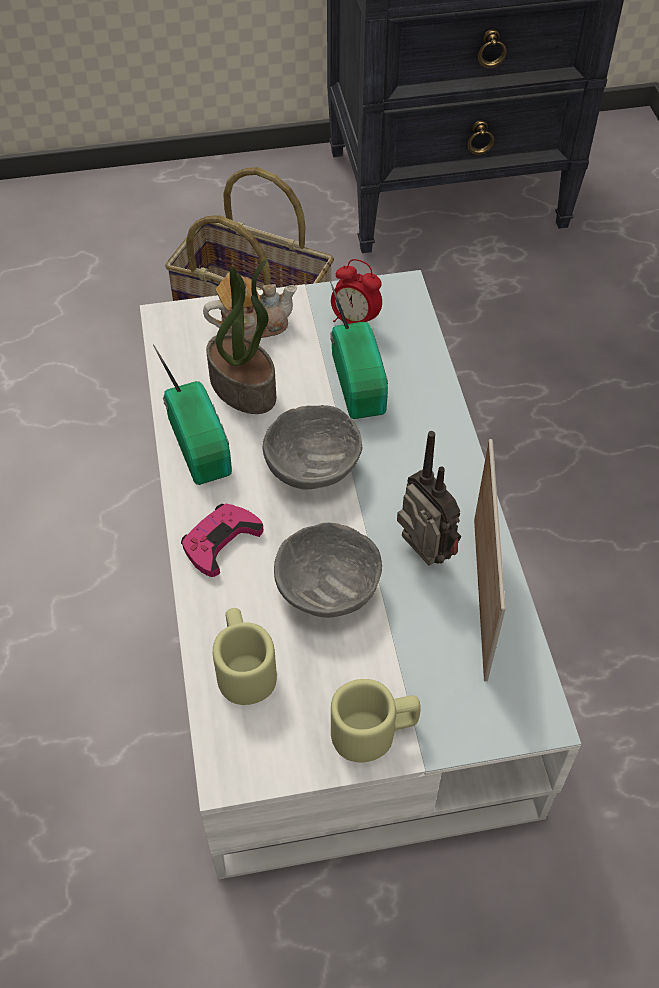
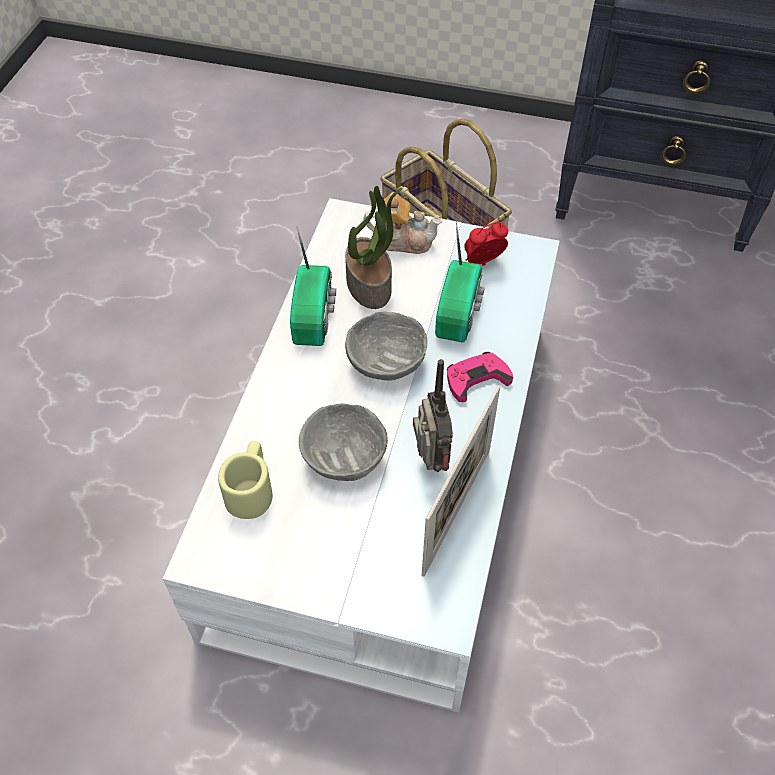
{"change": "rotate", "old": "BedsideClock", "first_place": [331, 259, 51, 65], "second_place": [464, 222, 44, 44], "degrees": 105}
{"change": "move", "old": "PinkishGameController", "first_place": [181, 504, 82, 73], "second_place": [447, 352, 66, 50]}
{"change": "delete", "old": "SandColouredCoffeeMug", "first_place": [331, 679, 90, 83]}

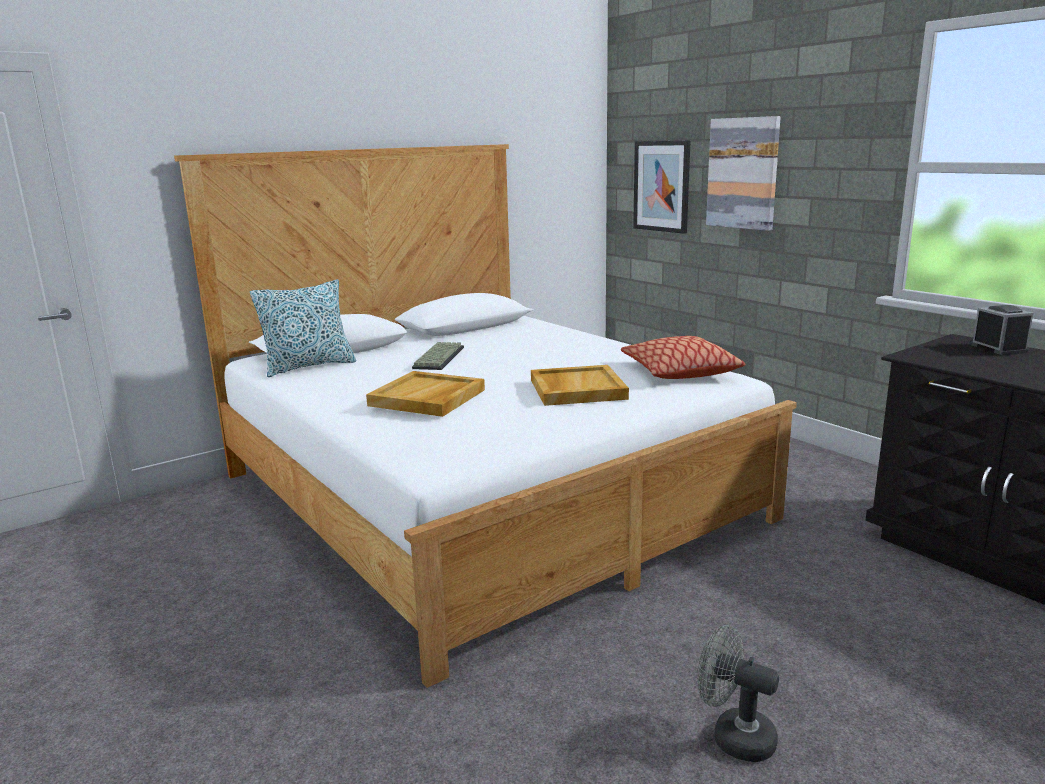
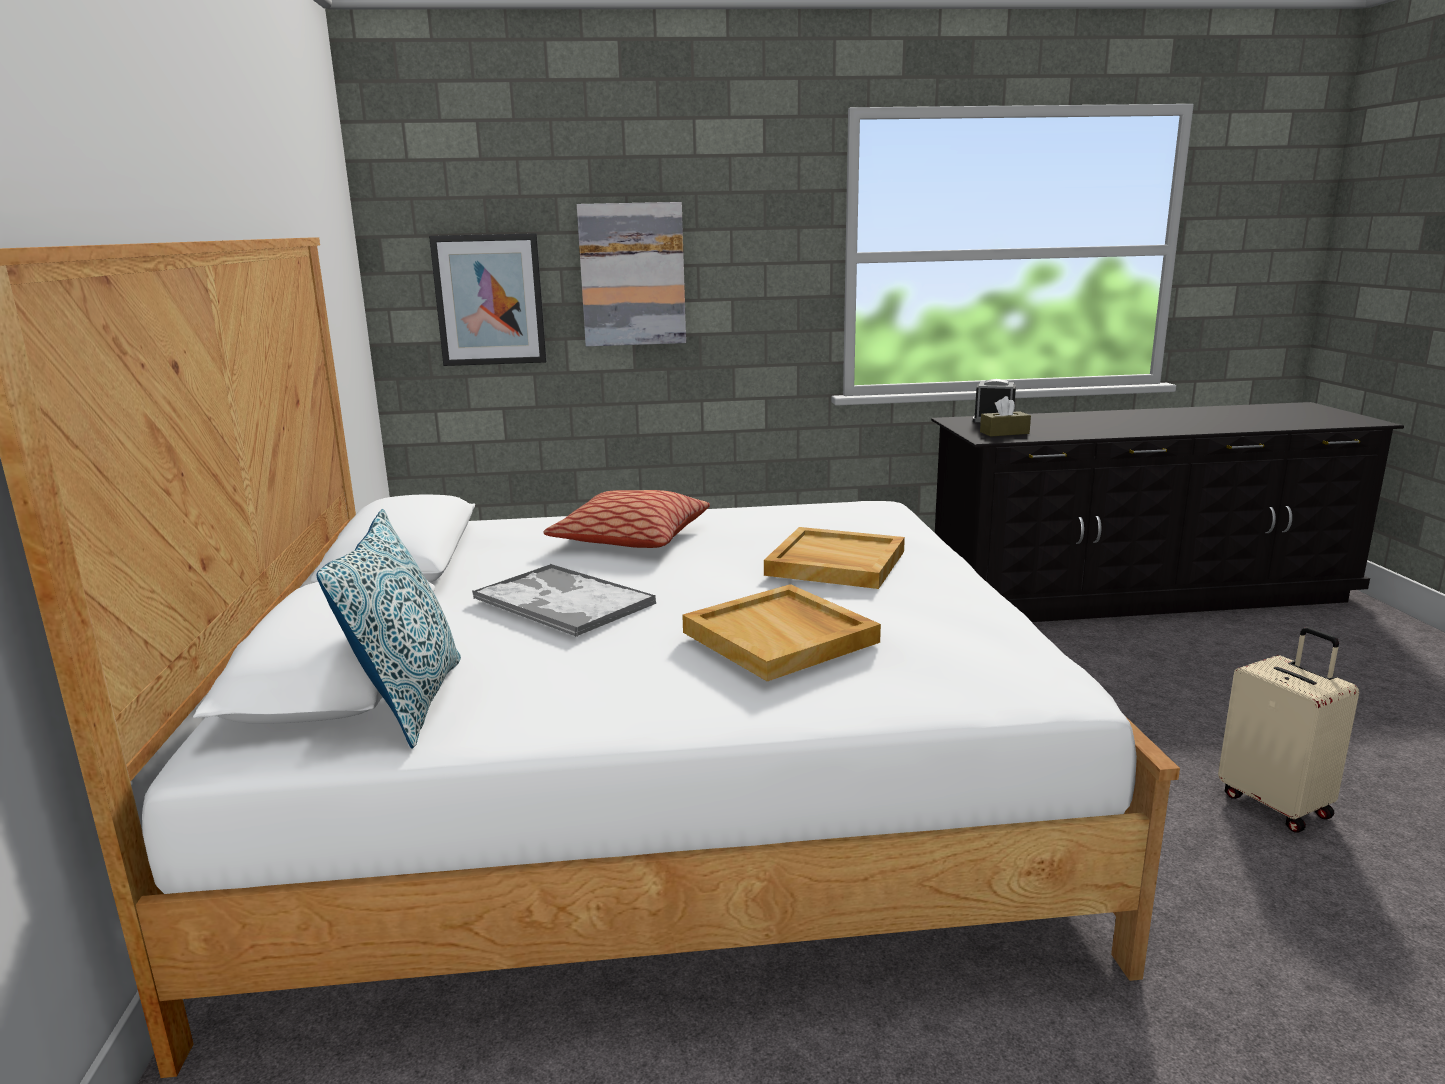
{"change": "move", "old": "Pillow", "first_place": [621, 336, 124, 43], "second_place": [544, 490, 166, 58]}
{"change": "replace", "old": "ComputerKeyboard", "new": "ServingTray", "first_place": [412, 342, 52, 28], "second_place": [472, 564, 184, 73]}
{"change": "replace", "old": "GrayCoolingFan", "new": "SandColouredPieceOfLuggage", "first_place": [697, 625, 82, 137], "second_place": [1218, 627, 141, 206]}
{"change": "insert", "new": "BrownTissueHolder", "second_place": [980, 396, 51, 41]}

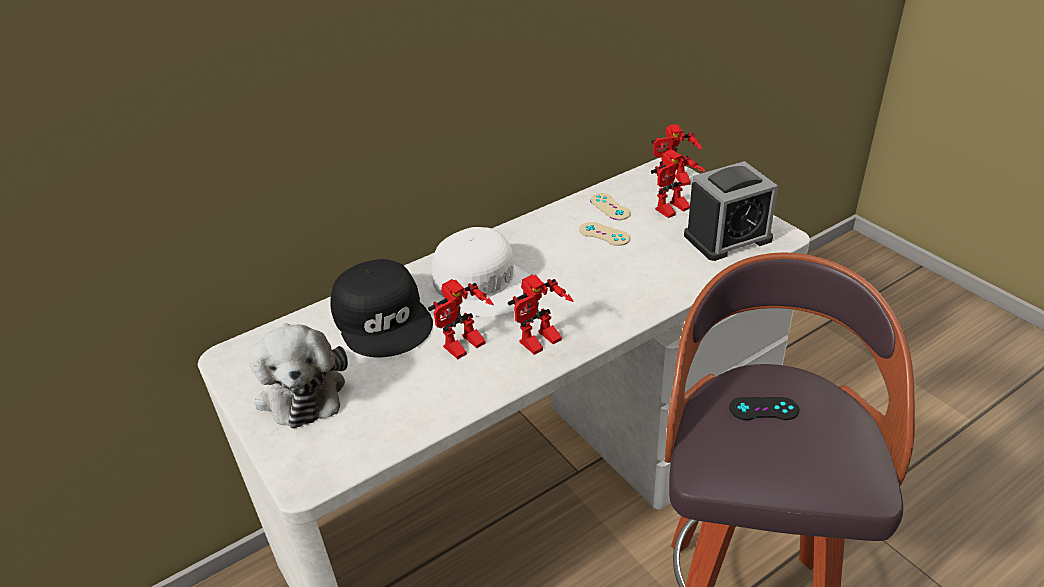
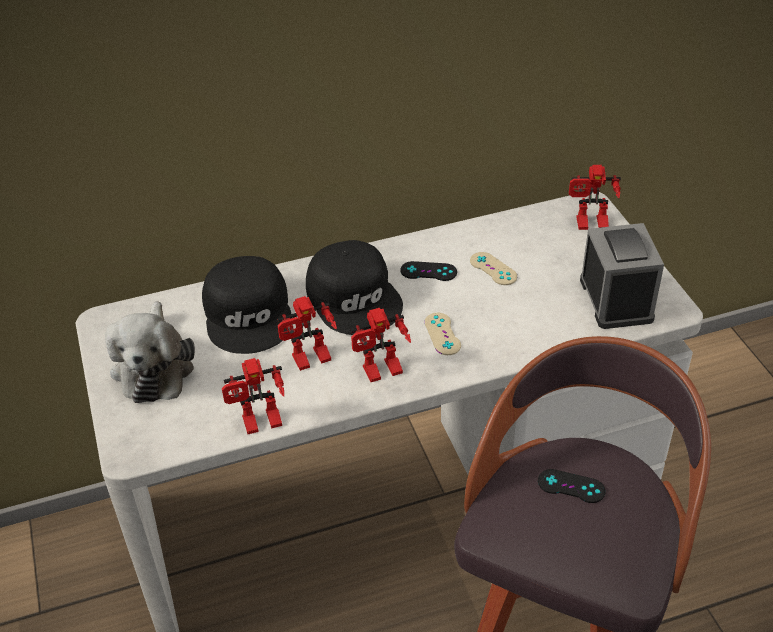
{"change": "move", "old": "ModelRobot", "first_place": [651, 150, 54, 68], "second_place": [222, 358, 62, 76]}
{"change": "rotate", "old": "BedsideClock", "first_place": [684, 161, 94, 100], "second_place": [580, 223, 84, 106], "degrees": -90}
{"change": "move", "old": "SandColouredGameController", "first_place": [590, 193, 41, 27], "second_place": [425, 313, 36, 42]}
{"change": "recolor", "old": "WhiteCap", "new": "BlackCap", "first_place": [432, 227, 98, 90], "second_place": [306, 240, 97, 95]}
{"change": "insert", "new": "BlackGameController", "second_place": [400, 261, 57, 20]}

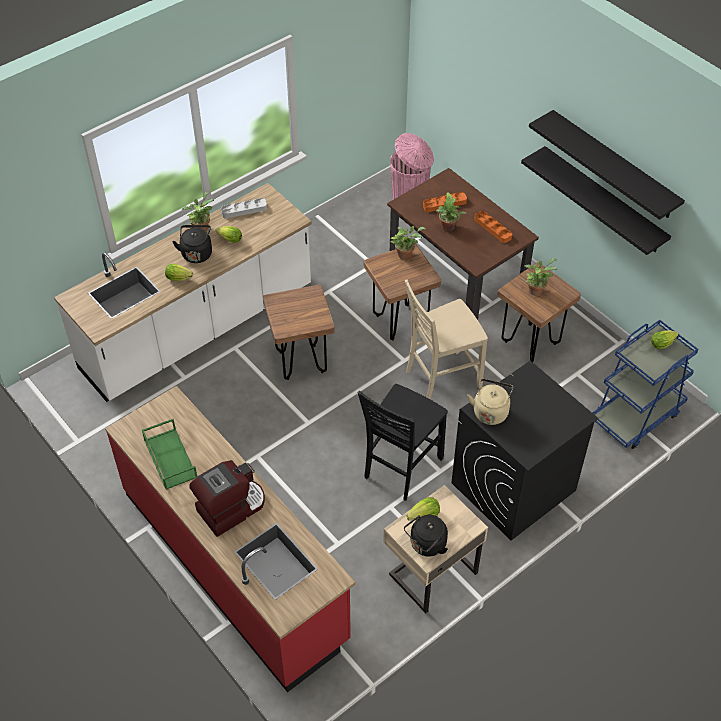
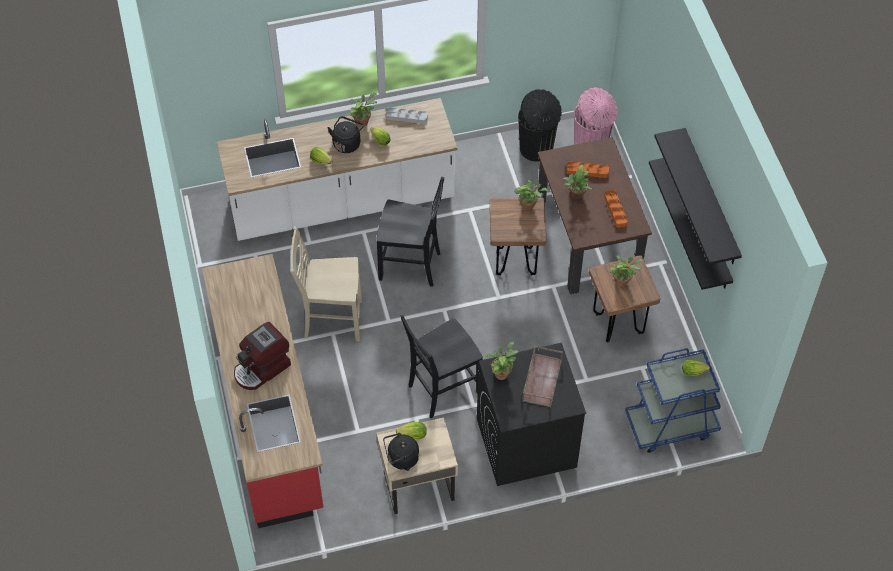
{"change": "move", "old": "SandColouredUprightChair", "first_place": [405, 279, 83, 120], "second_place": [291, 227, 71, 115]}
{"change": "replace", "old": "BrownStoolSeat", "new": "BlackUprightChair", "first_place": [263, 285, 72, 95], "second_place": [377, 177, 67, 110]}
{"change": "replace", "old": "SandColouredWaterKettle", "new": "PlantInAPot", "first_place": [467, 379, 47, 46], "second_place": [485, 341, 34, 39]}
{"change": "delete", "old": "GreenishServingTray", "first_place": [142, 419, 55, 71]}
{"change": "rotate", "old": "CoffeeMachine", "first_place": [189, 460, 76, 77], "second_place": [234, 322, 57, 68], "degrees": 150}
{"change": "insert", "new": "BlackRubbishBin", "second_place": [518, 89, 44, 73]}
{"change": "insert", "new": "BrownServingTray", "second_place": [522, 346, 41, 61]}

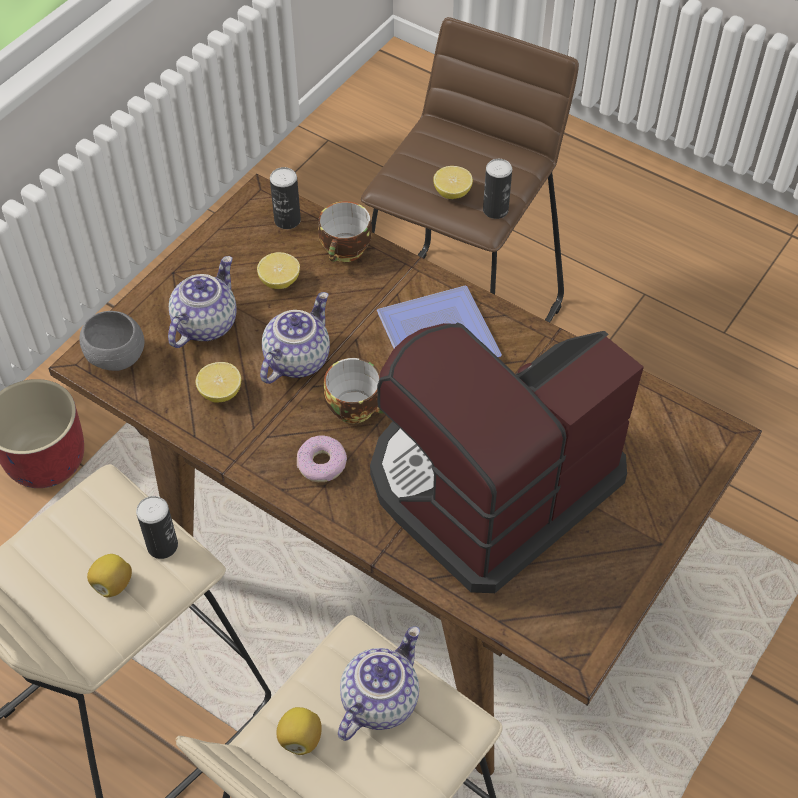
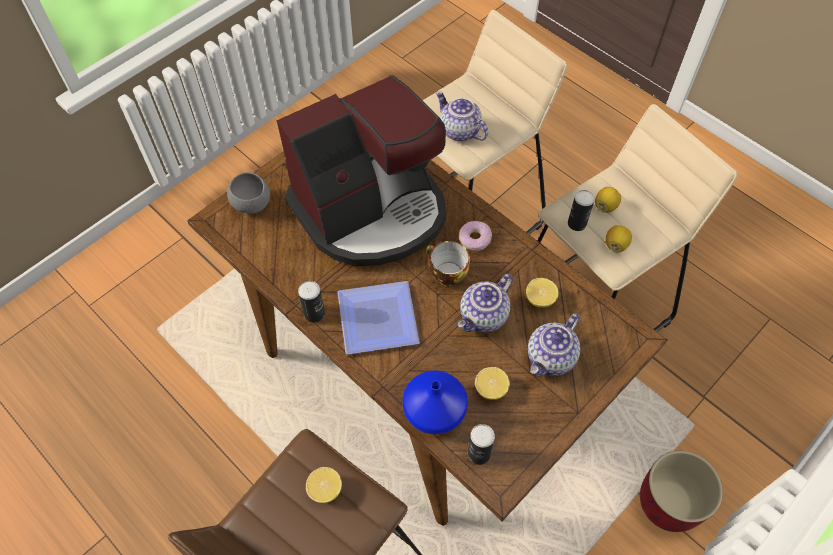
{"change": "move", "old": "SealedCan", "first_place": [483, 159, 29, 60], "second_place": [298, 281, 27, 42]}
{"change": "replace", "old": "SmallCup", "new": "BlueColouredDecorativeVase", "first_place": [318, 201, 54, 61], "second_place": [402, 370, 66, 65]}
{"change": "move", "old": "GrayBowl", "first_place": [79, 311, 65, 60], "second_place": [227, 172, 43, 42]}
{"change": "rotate", "old": "PotForTea", "first_place": [338, 626, 82, 115], "second_place": [436, 91, 52, 50], "degrees": 90}
{"change": "move", "old": "Lemon", "first_place": [276, 707, 46, 48], "second_place": [606, 225, 26, 27]}

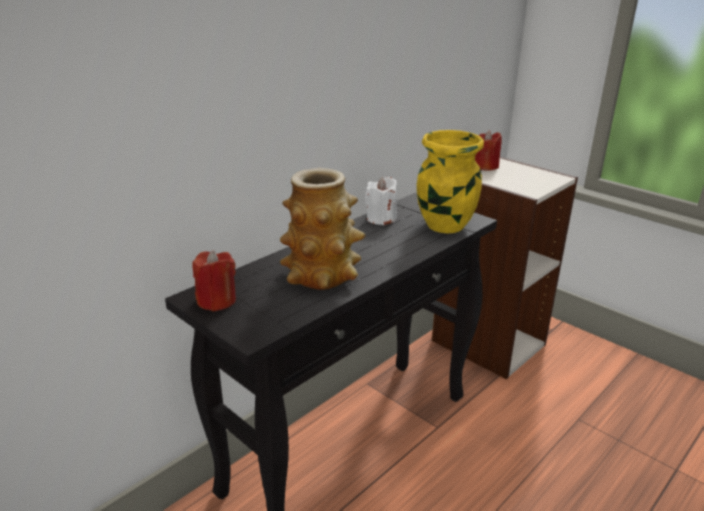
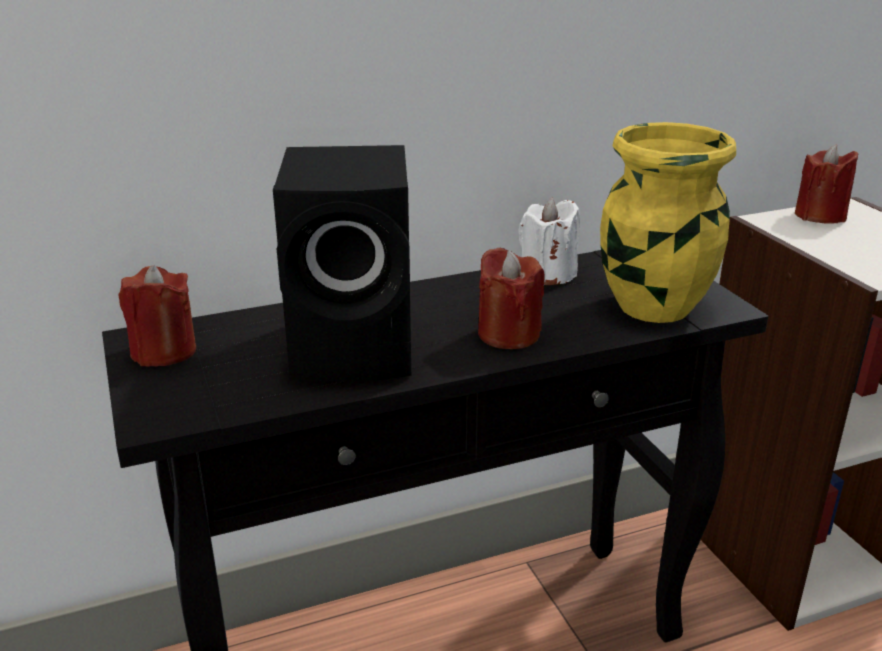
{"change": "replace", "old": "DecorativeVase", "new": "BlackAudioSpeaker", "first_place": [280, 168, 85, 122], "second_place": [273, 145, 138, 237]}
{"change": "insert", "new": "RedColouredWaxLight", "second_place": [478, 247, 66, 102]}

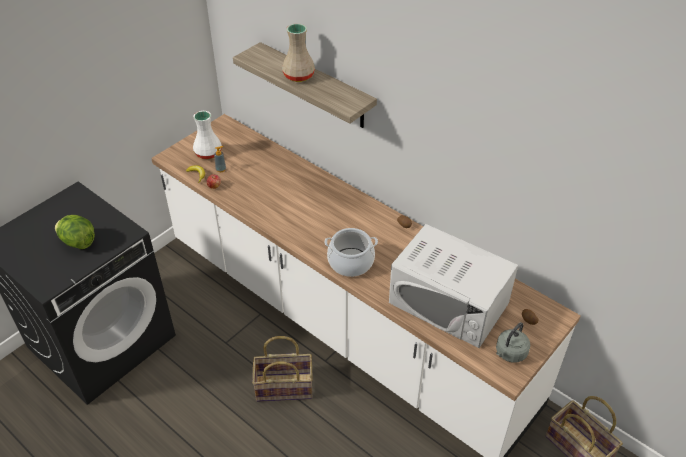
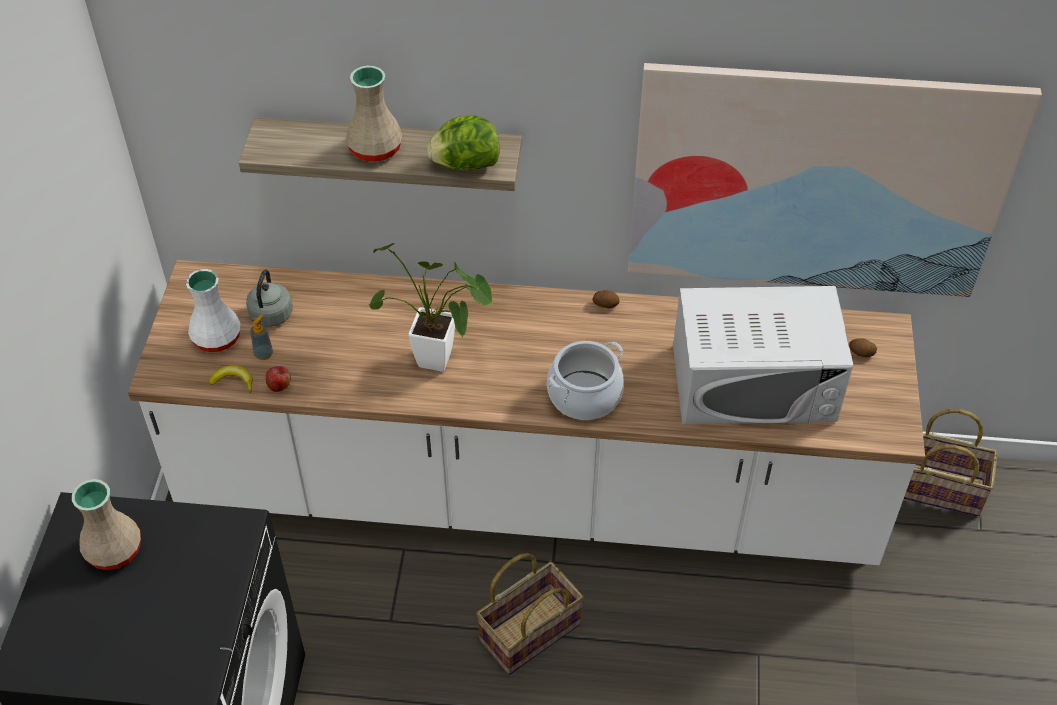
{"change": "move", "old": "HeadOfLettuce", "first_place": [55, 215, 40, 34], "second_place": [427, 115, 72, 55]}
{"change": "move", "old": "GrayWaterKettle", "first_place": [496, 322, 34, 41], "second_place": [246, 269, 47, 58]}
{"change": "insert", "new": "WallArt", "second_place": [628, 63, 414, 234]}
{"change": "insert", "new": "PlantInAPot", "second_place": [369, 243, 124, 129]}
{"change": "insert", "new": "SandColouredDecorativeVase", "second_place": [72, 479, 69, 91]}

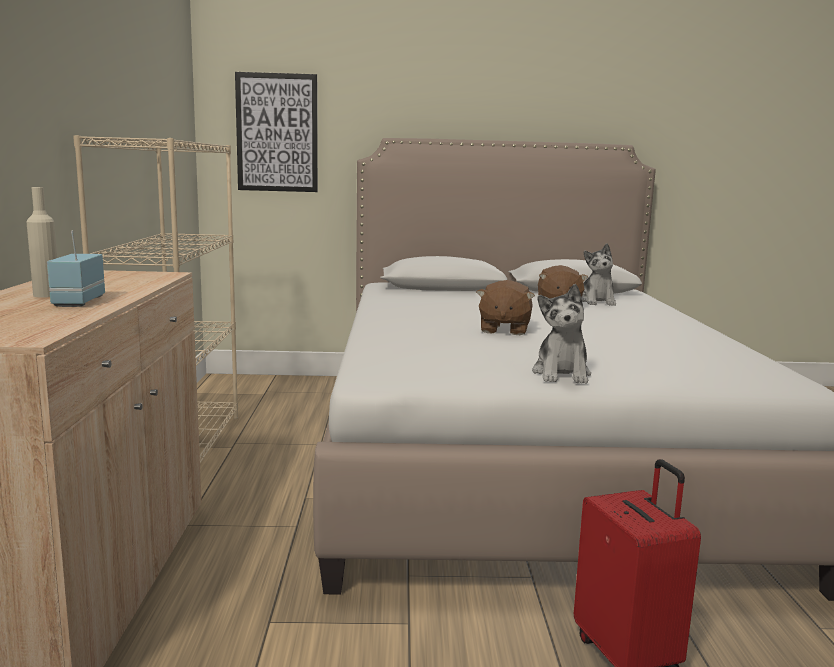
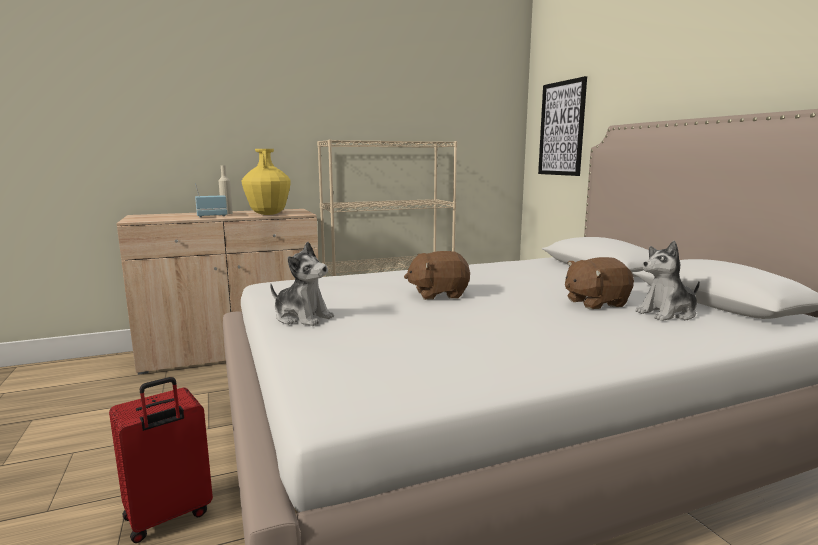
{"change": "rotate", "old": "SoftToy", "first_place": [532, 284, 59, 100], "second_place": [270, 242, 64, 84], "degrees": -135}
{"change": "insert", "new": "YellowishDecorativeVase", "second_place": [242, 149, 49, 66]}

